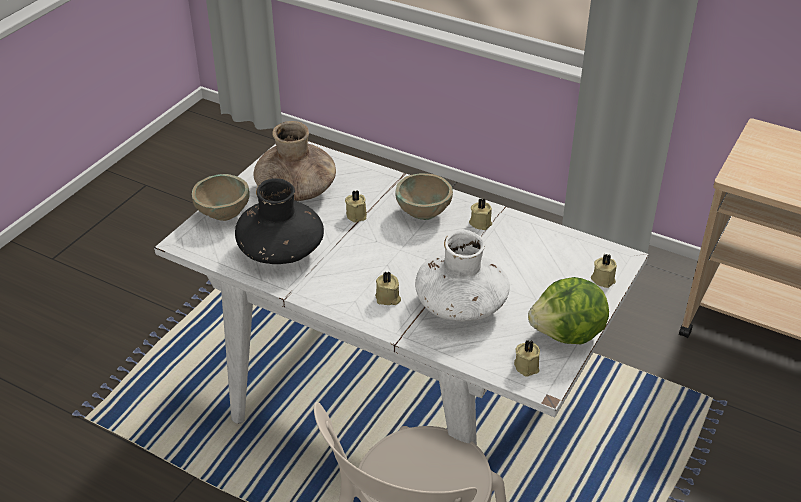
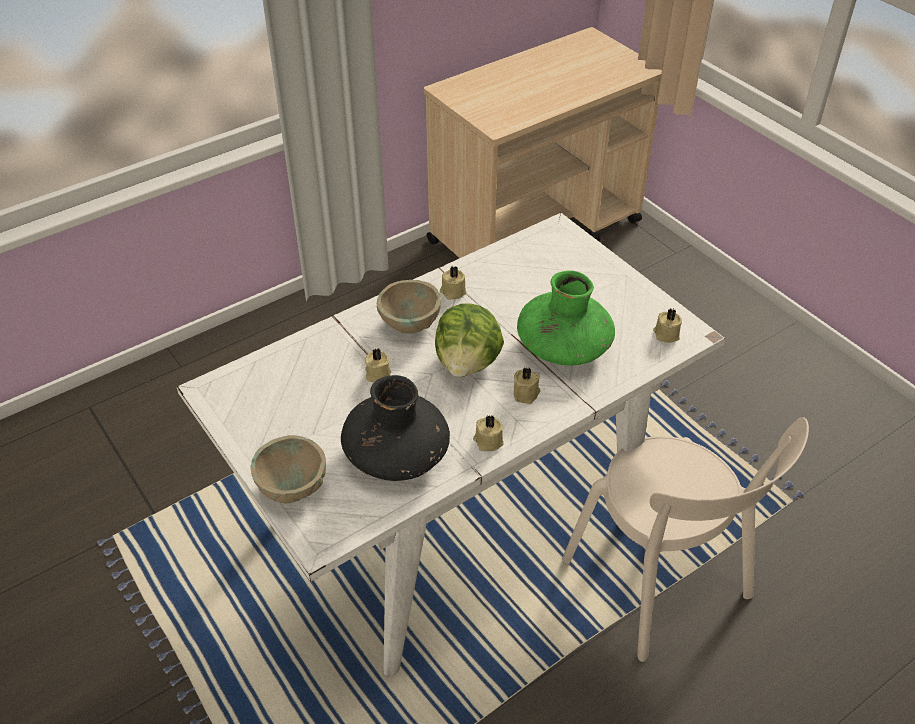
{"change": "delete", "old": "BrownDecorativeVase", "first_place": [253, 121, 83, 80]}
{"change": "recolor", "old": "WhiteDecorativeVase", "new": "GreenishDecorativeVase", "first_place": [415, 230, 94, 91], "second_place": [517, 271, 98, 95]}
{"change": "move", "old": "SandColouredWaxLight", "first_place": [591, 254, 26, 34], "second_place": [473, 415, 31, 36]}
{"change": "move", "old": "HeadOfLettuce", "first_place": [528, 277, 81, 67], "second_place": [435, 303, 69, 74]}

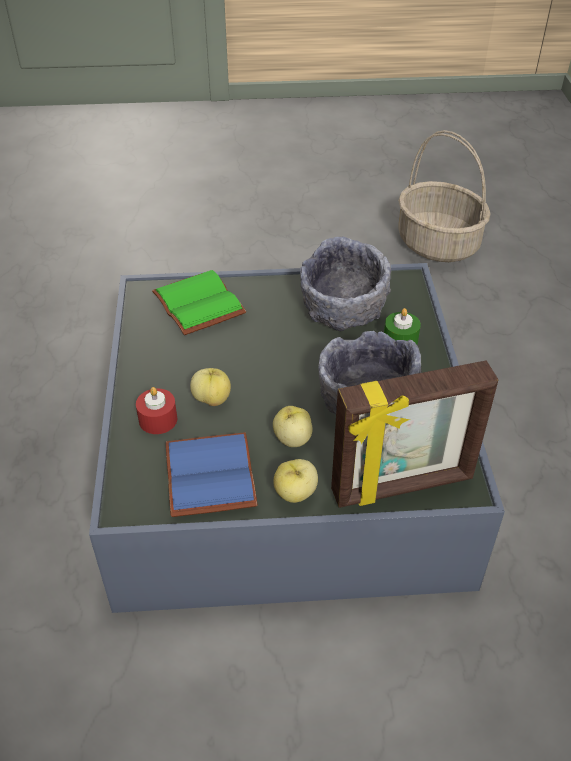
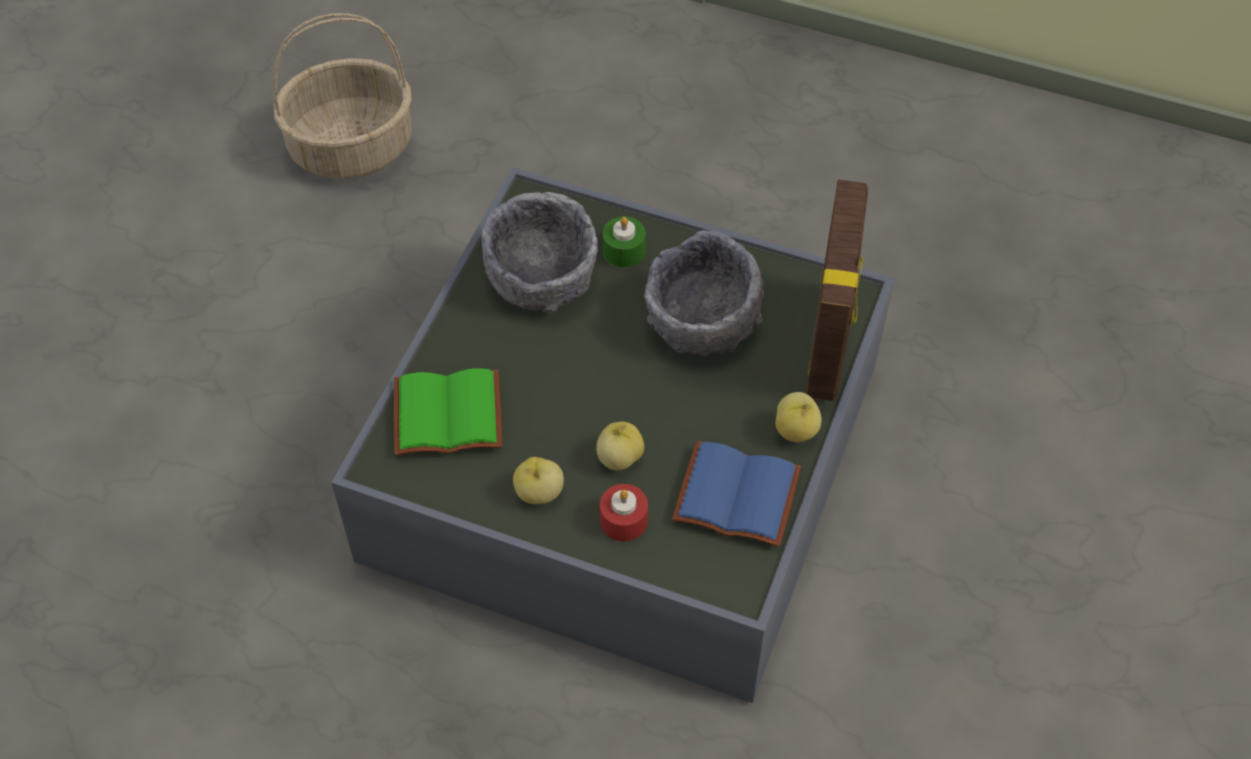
{"change": "move", "old": "Apple", "first_place": [273, 406, 40, 41], "second_place": [513, 457, 51, 47]}

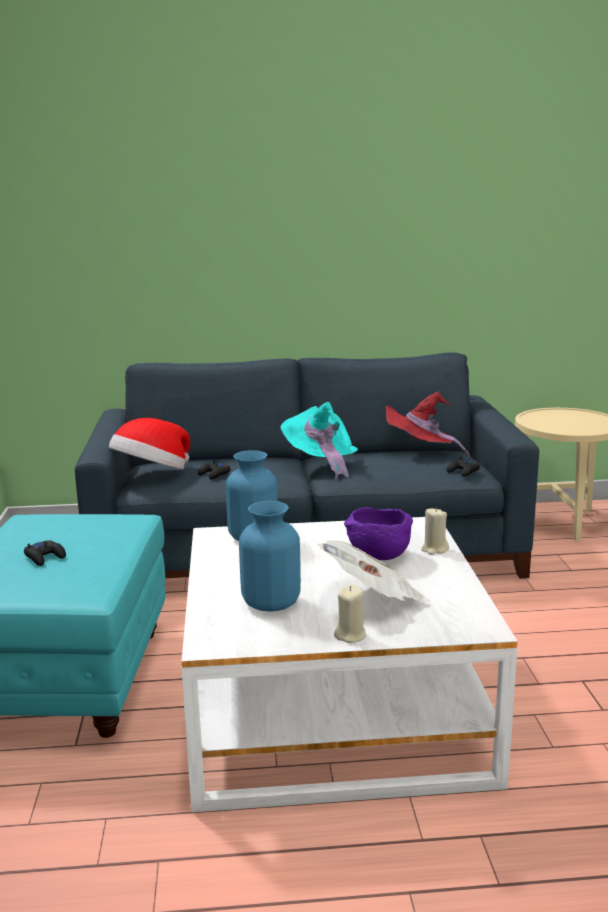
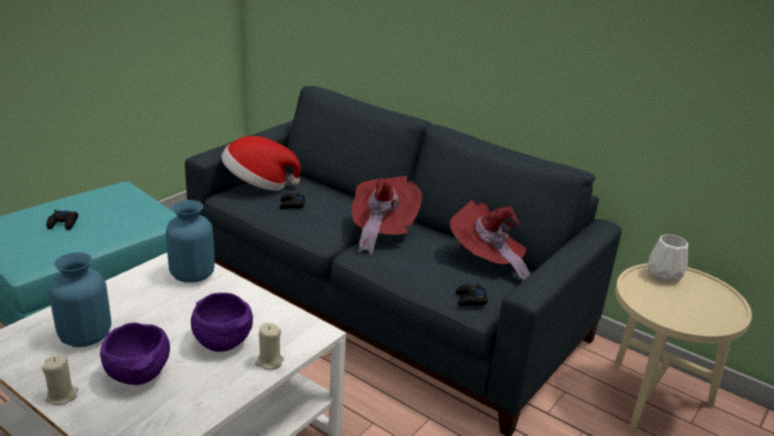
{"change": "recolor", "old": "BlueGreenClothingHat", "new": "RedColouredClothingHat", "first_place": [281, 402, 77, 77], "second_place": [352, 176, 70, 80]}
{"change": "replace", "old": "DailyPaper", "new": "PurpleBowl", "first_place": [317, 540, 113, 62], "second_place": [100, 323, 70, 62]}
{"change": "insert", "new": "WhiteDecorativeVase", "second_place": [648, 234, 40, 48]}

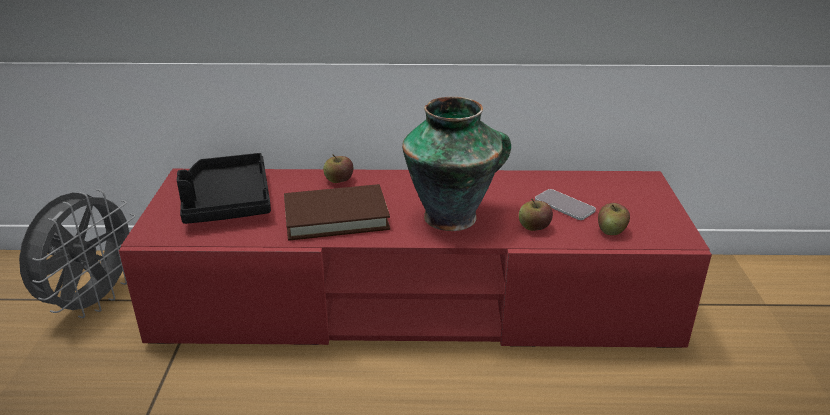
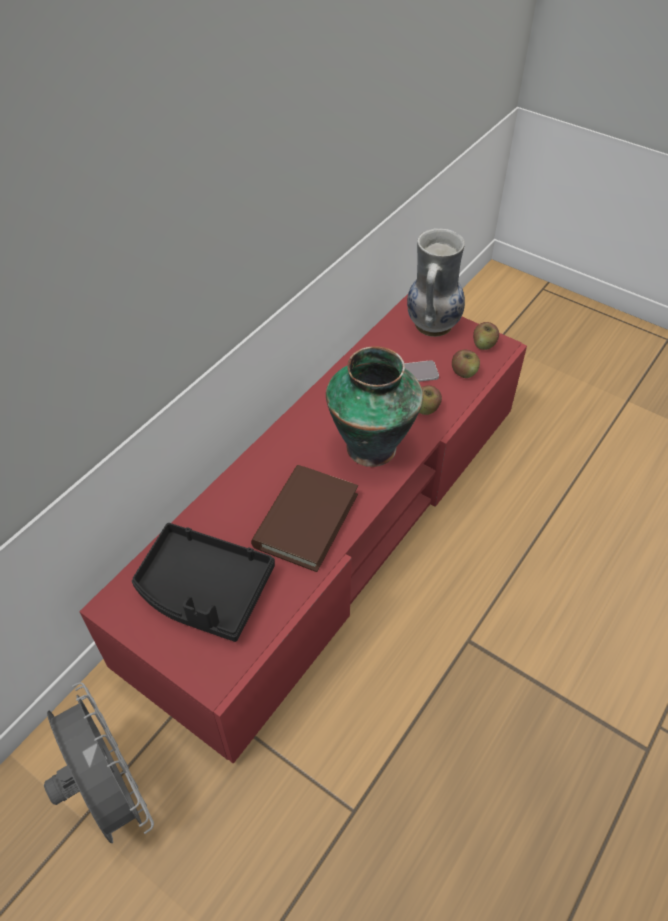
{"change": "move", "old": "Apple", "first_place": [323, 154, 30, 29], "second_place": [473, 322, 26, 28]}
{"change": "insert", "new": "DecorativeVase", "second_place": [407, 228, 58, 109]}

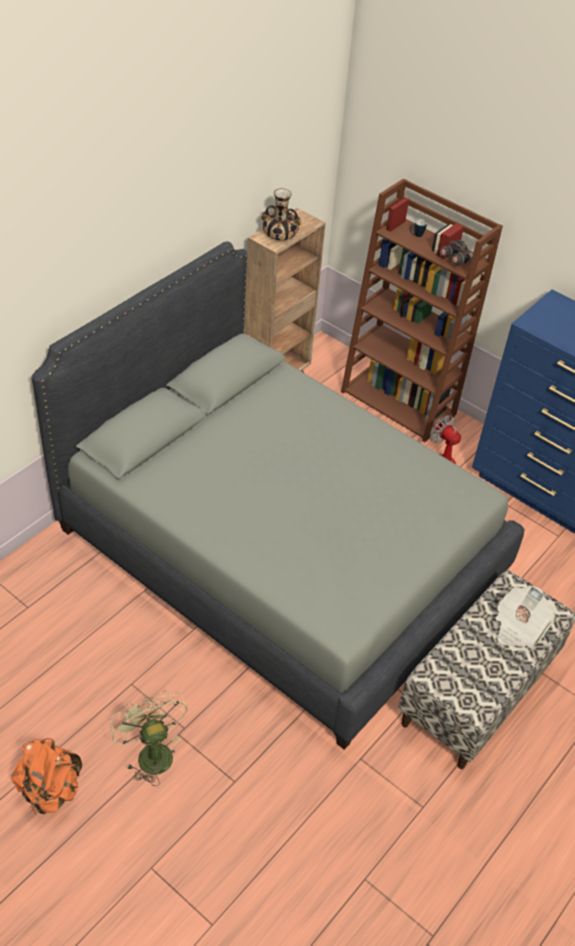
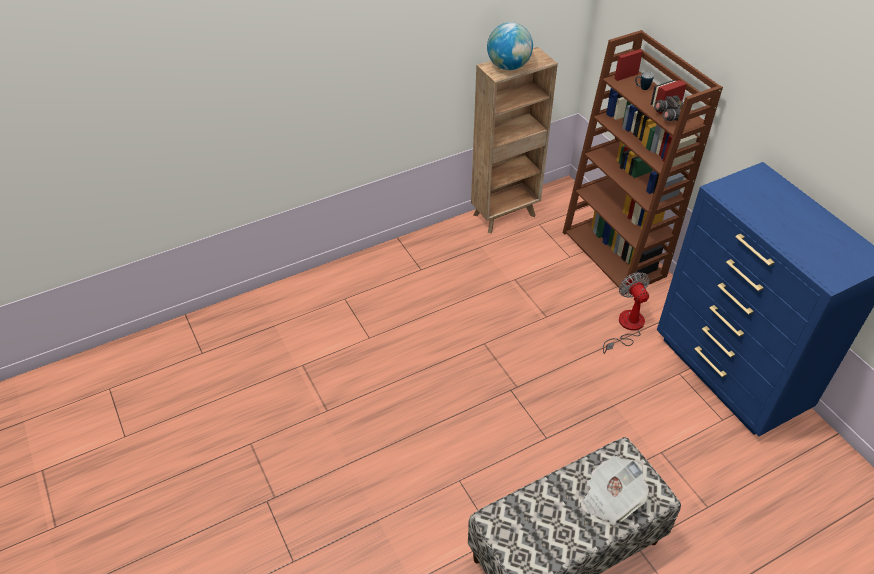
{"change": "replace", "old": "DecorativeVase", "new": "DeskGlobe", "first_place": [261, 188, 40, 52], "second_place": [487, 22, 46, 48]}
{"change": "delete", "old": "GrayBedroomBed", "first_place": [32, 241, 493, 509]}
{"change": "delete", "old": "GreenishCoolingFan", "first_place": [110, 690, 77, 96]}
{"change": "delete", "old": "OrangeBackpack", "first_place": [11, 738, 71, 77]}

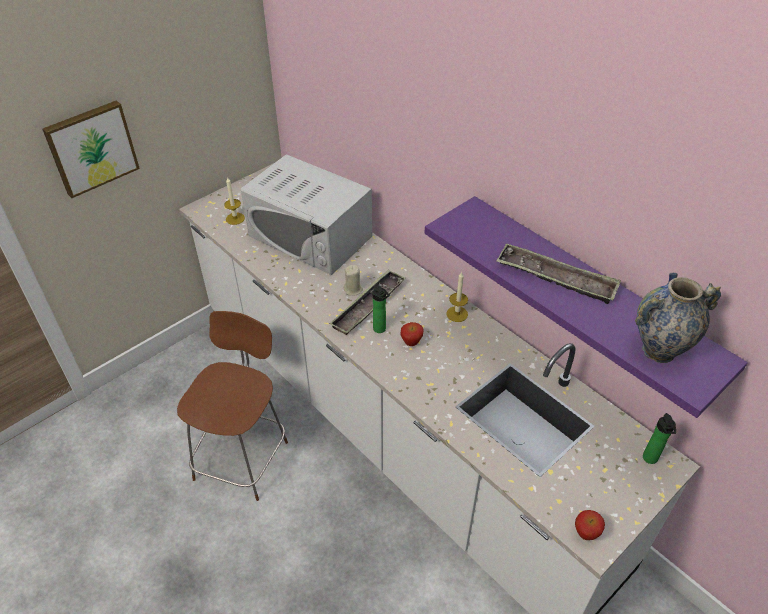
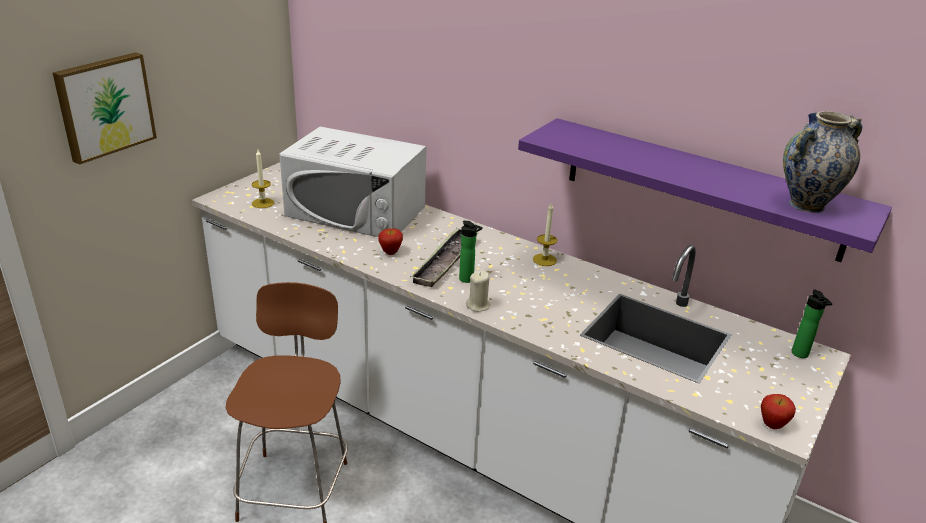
{"change": "delete", "old": "ServingTray", "first_place": [496, 243, 125, 61]}
{"change": "move", "old": "SandColouredWaxLight", "first_place": [344, 265, 19, 31], "second_place": [466, 271, 24, 41]}
{"change": "move", "old": "Apple", "first_place": [400, 322, 24, 24], "second_place": [378, 228, 25, 27]}

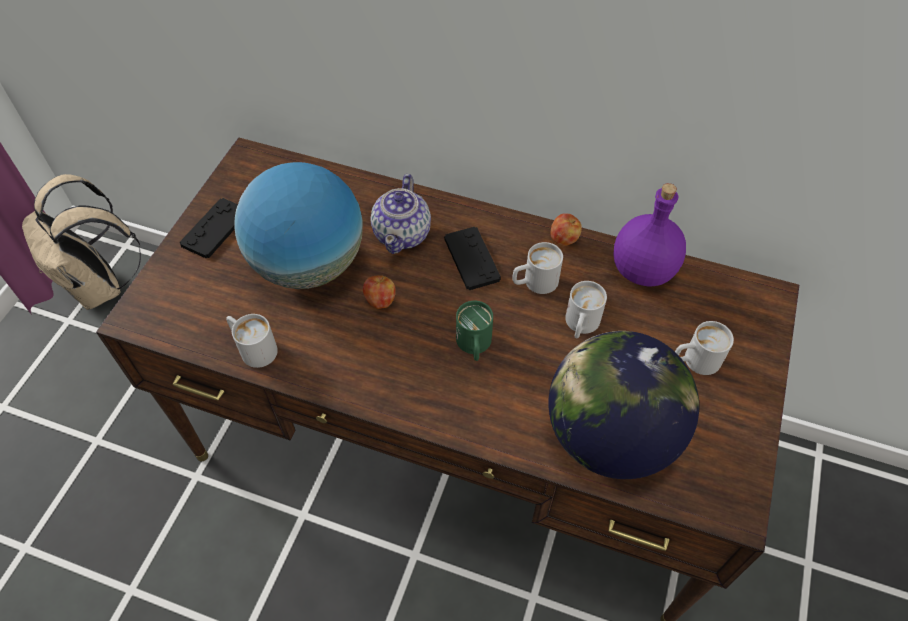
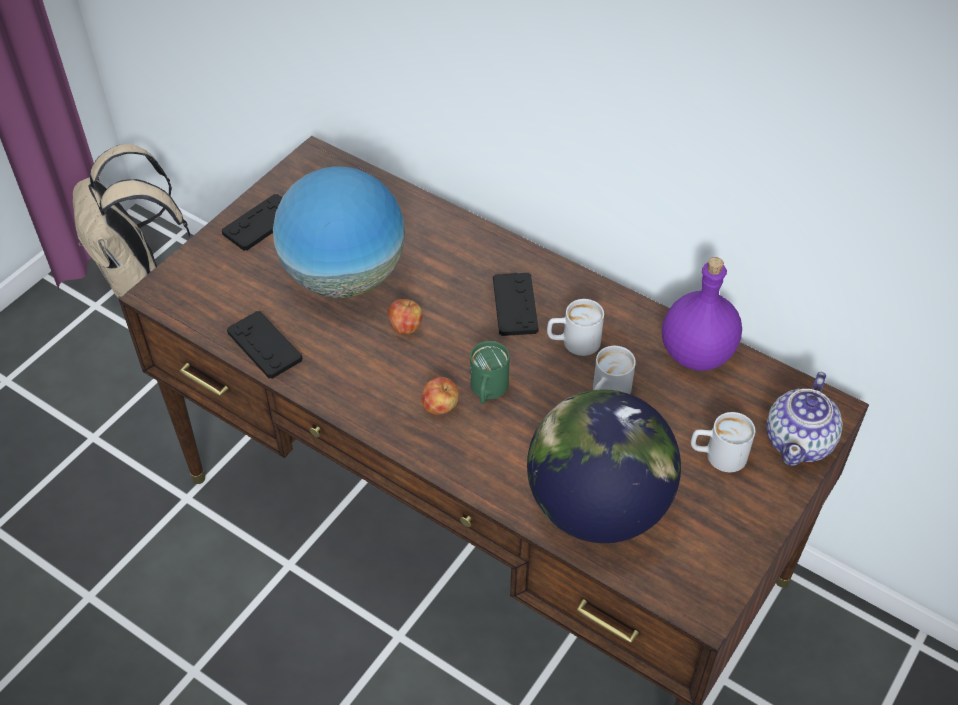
{"change": "move", "old": "PotForTea", "first_place": [371, 174, 60, 80], "second_place": [766, 372, 77, 94]}
{"change": "move", "old": "Apple", "first_place": [550, 213, 32, 33], "second_place": [421, 377, 38, 38]}
{"change": "replace", "old": "WhiteCoffeeMug", "new": "BlackGameController", "first_place": [226, 314, 52, 54], "second_place": [227, 311, 76, 68]}

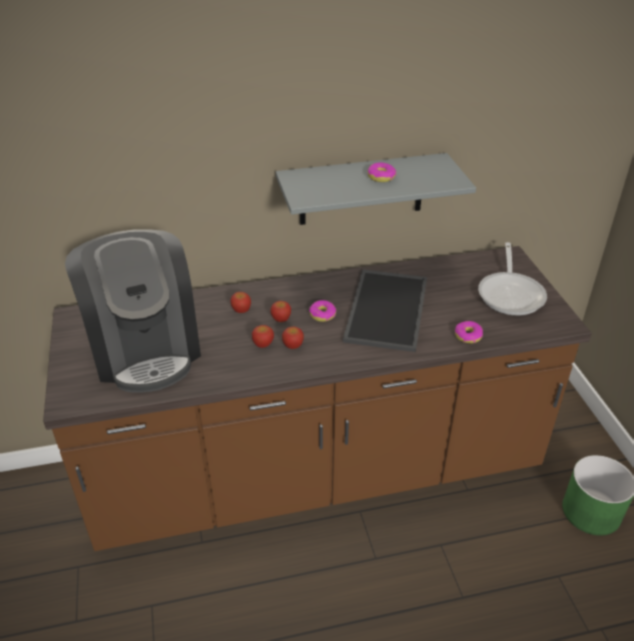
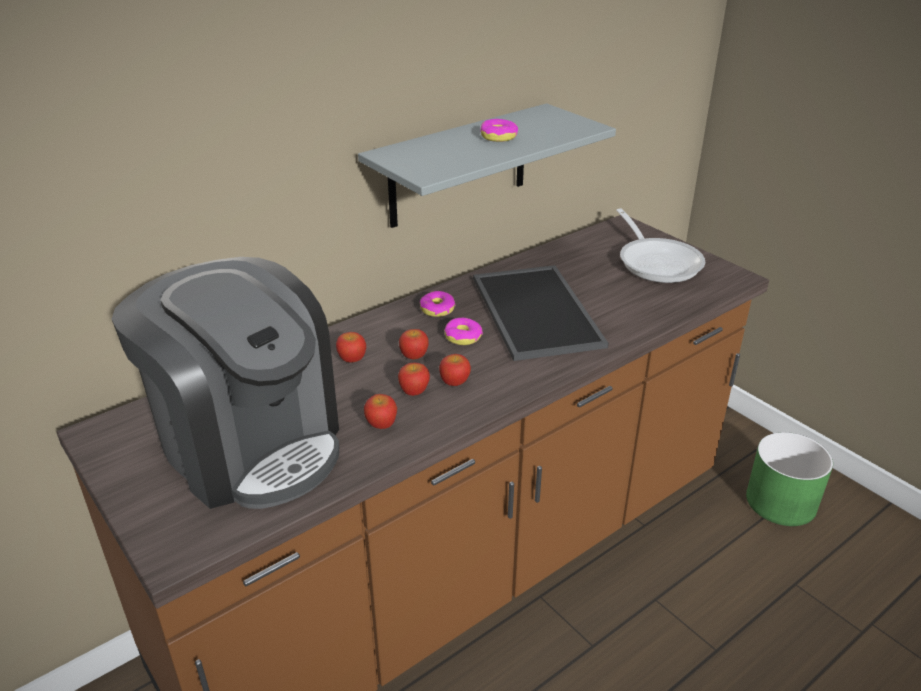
{"change": "move", "old": "Donut", "first_place": [455, 321, 28, 22], "second_place": [420, 291, 36, 26]}
{"change": "insert", "new": "Apple", "second_place": [364, 394, 33, 35]}

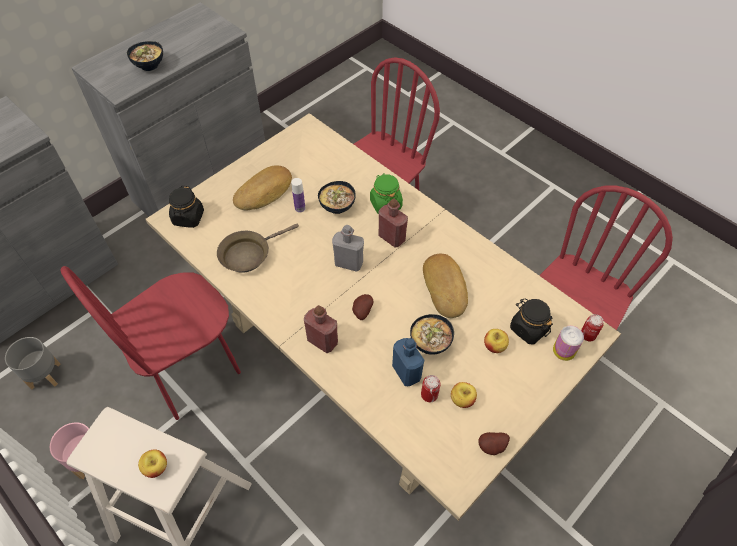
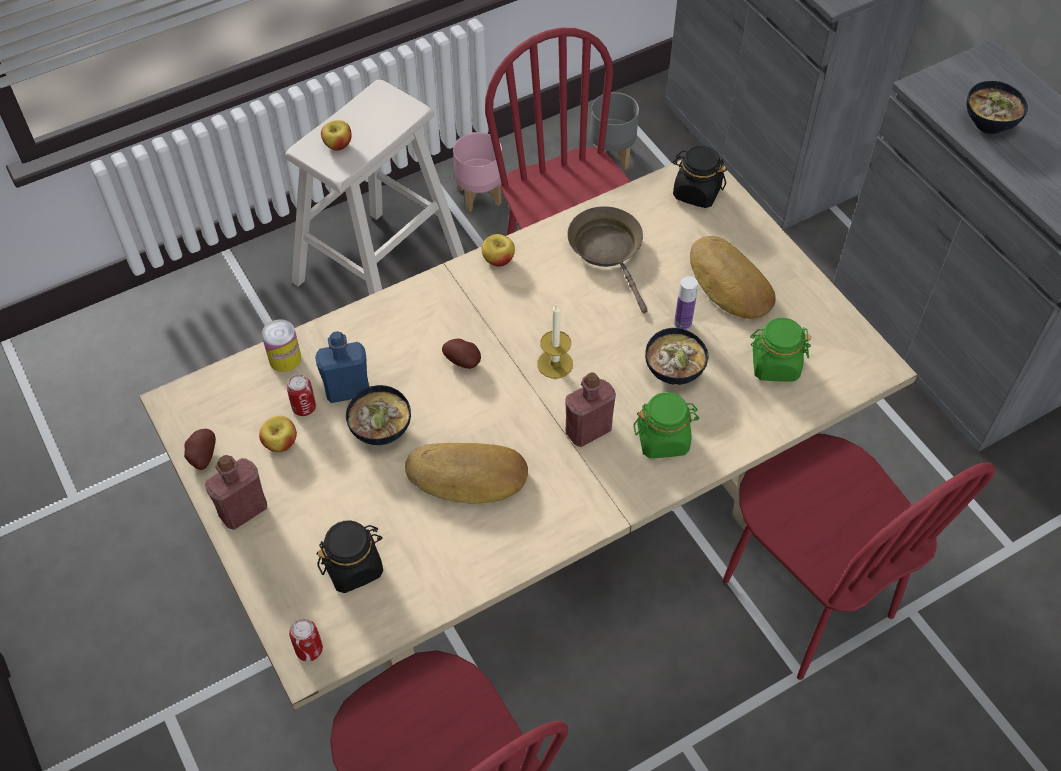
{"change": "replace", "old": "GrayDrinkBottle", "new": "WaxLight", "first_place": [332, 225, 32, 47], "second_place": [537, 304, 36, 75]}
{"change": "move", "old": "RedColouredDrinkBottle", "first_place": [304, 305, 34, 48], "second_place": [205, 455, 62, 75]}
{"change": "move", "old": "SealedCan", "first_place": [553, 326, 31, 35], "second_place": [262, 319, 39, 53]}
{"change": "move", "old": "Apple", "first_place": [484, 329, 25, 24], "second_place": [482, 234, 33, 32]}
{"change": "insert", "new": "GreenishJar", "second_place": [750, 318, 61, 63]}

